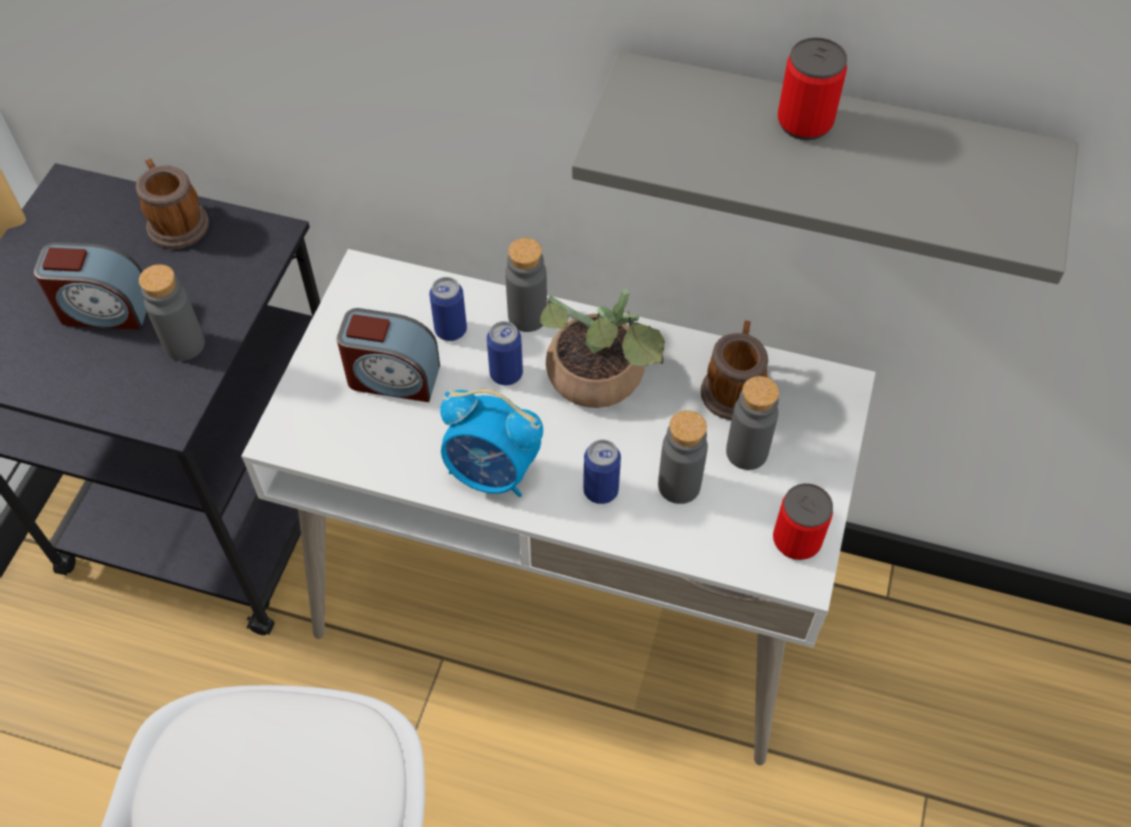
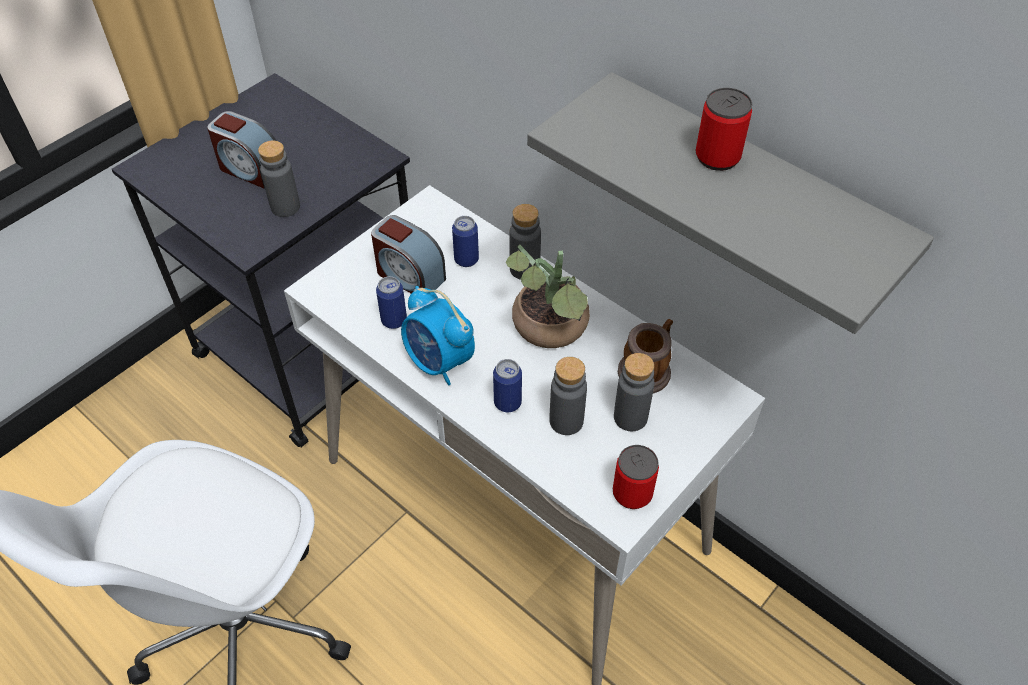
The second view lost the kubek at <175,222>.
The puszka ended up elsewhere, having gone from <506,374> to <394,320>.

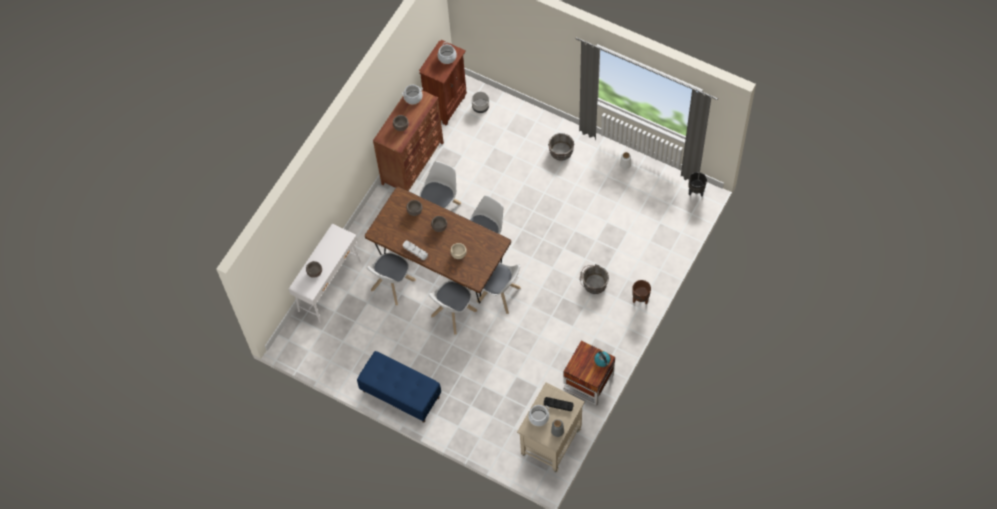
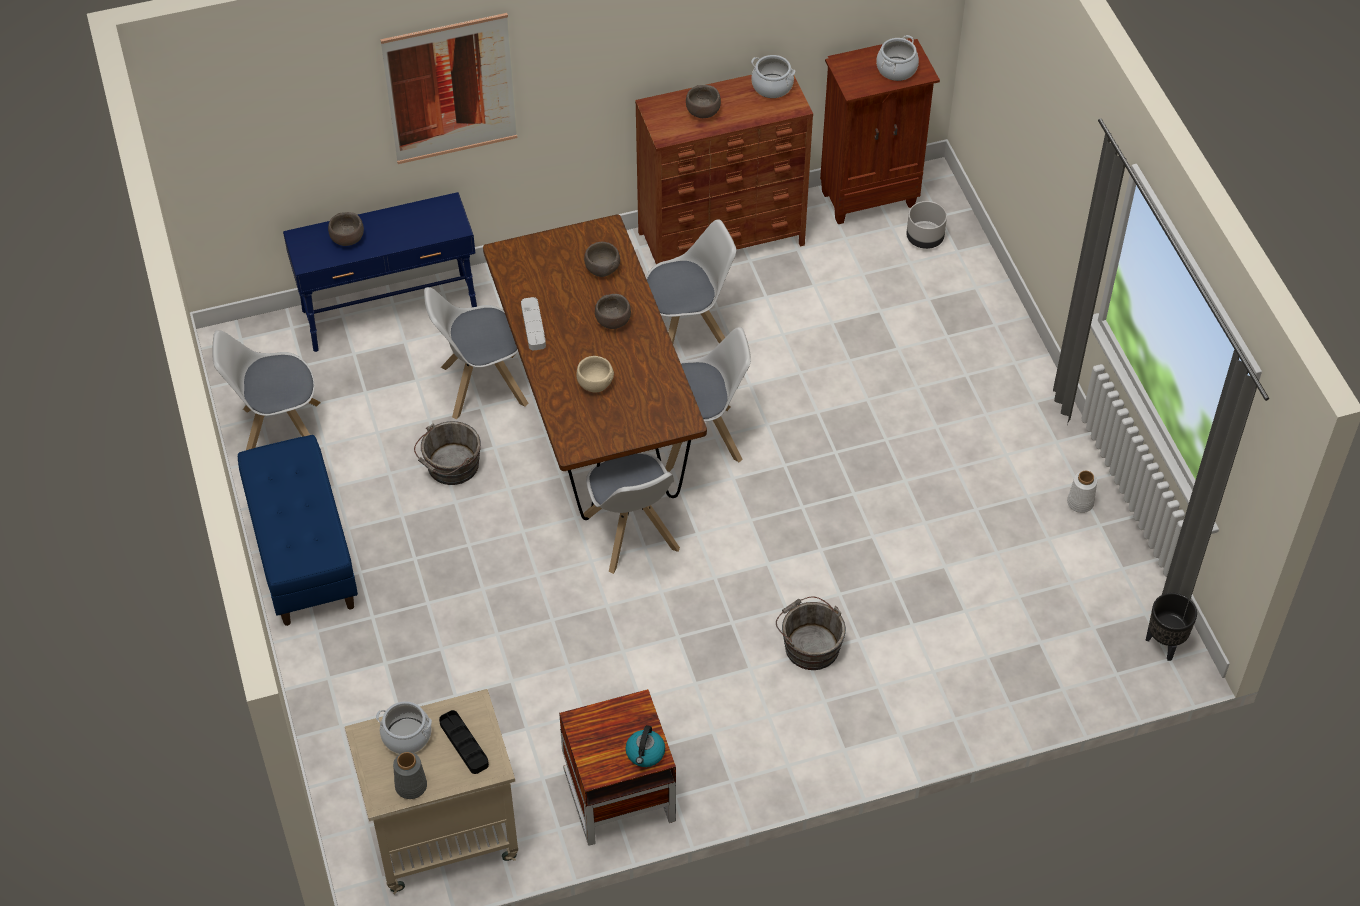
The second view lost the donica/brązowy at <640,299>.
The second view gained the obraz at <450,88>.
The krzesło ended up elsewhere, having gone from <453,314> to <278,432>.
The wiadro/szary ended up elsewhere, having gone from <561,152> to <450,466>.
What was the stolik konsolowy/biały at <330,286> turned into the stolik konsolowy/niebieski at <390,313>.

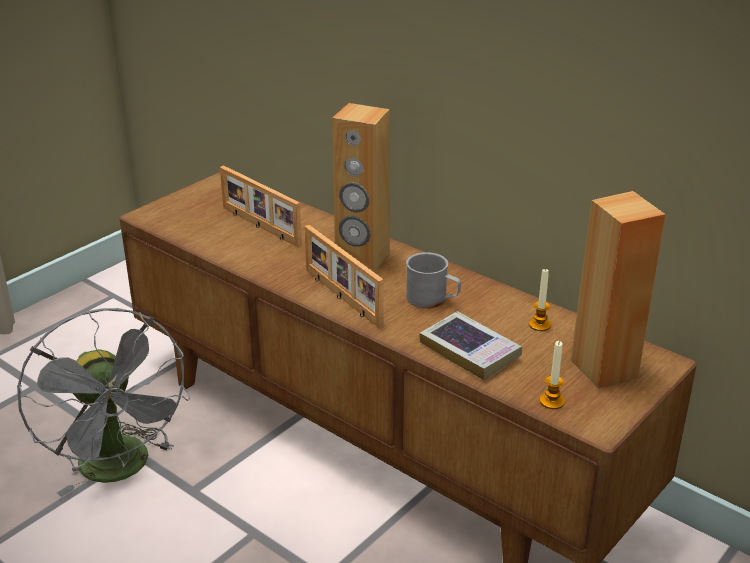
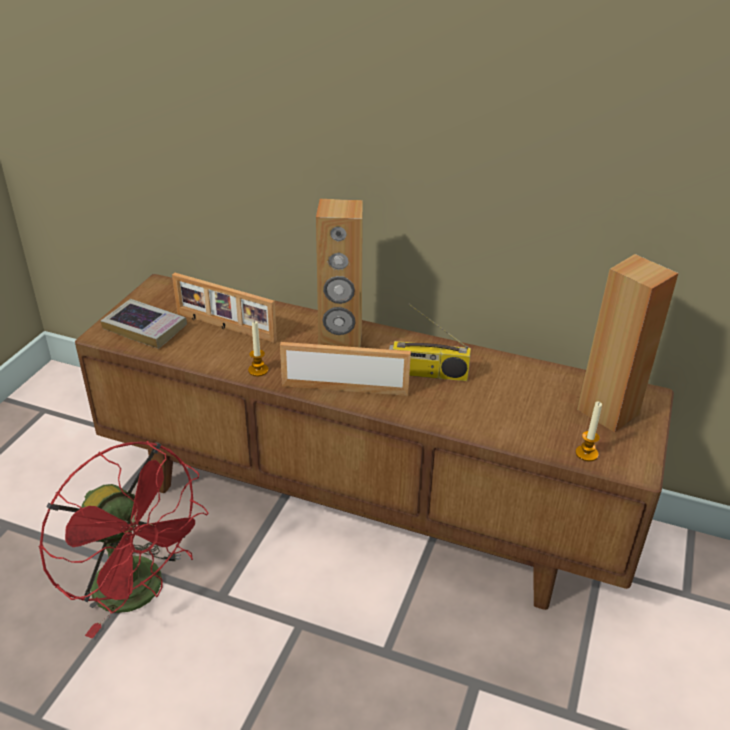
The książka ended up elsewhere, having gone from <470,351> to <145,328>.
The świeca ended up elsewhere, having gone from <539,325> to <258,370>.
Where the kubek/szary stood at <432,299>, the radio came to stand at <427,373>.
What was the wentylator/szary at <121,470> turned into the wentylator/czerwony at <140,593>.
The ramka na zdjęcie at <341,297> ended up facing another way, 150 degrees clockwise from before.

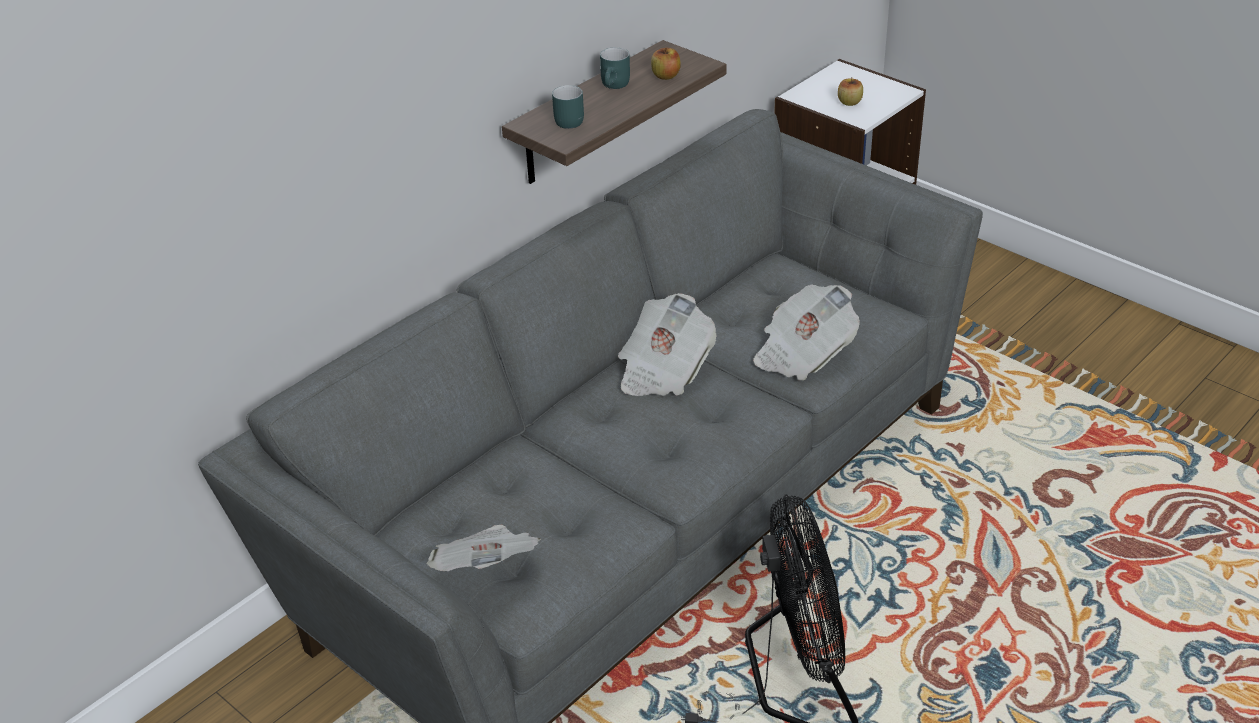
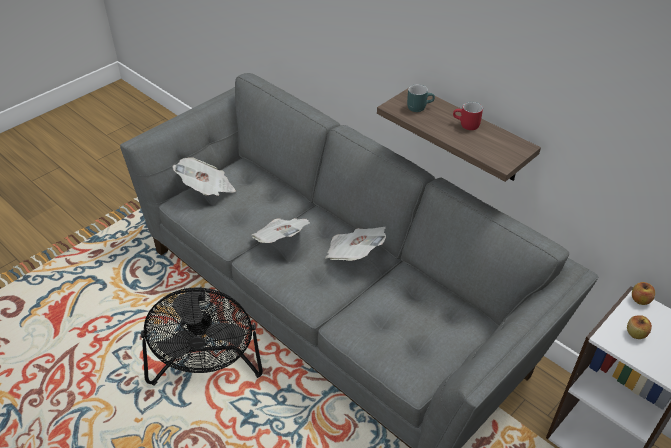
The jabłko ended up elsewhere, having gone from <666,76> to <640,300>.
The gazeta ended up elsewhere, having gone from <803,354> to <280,240>.
What was the kubek/turkusowy at <616,86> turned into the kubek/czerwony at <466,125>.

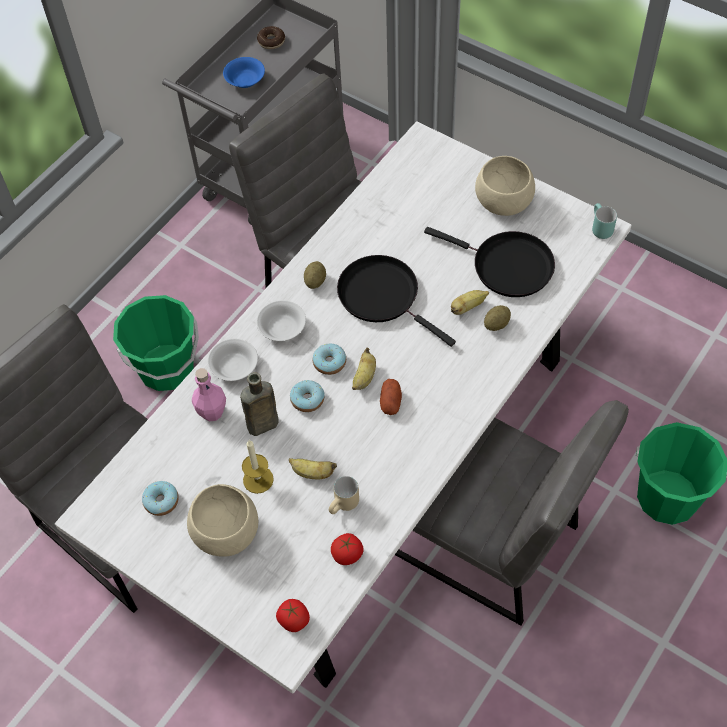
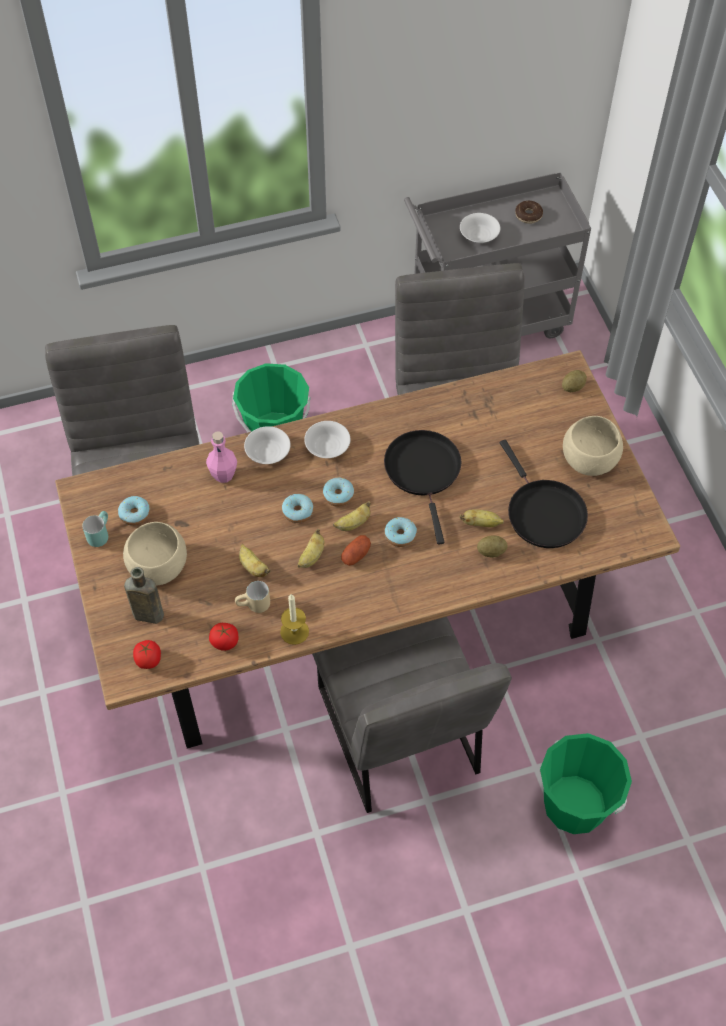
The second view gained the banan at <311,556>.
The second view gained the donut at <400,535>.
The butelka/brązowy ended up elsewhere, having gone from <260,426> to <146,614>.
The świeca ended up elsewhere, having gone from <258,479> to <294,631>.
The ziemniak ended up elsewhere, having gone from <315,281> to <572,387>.
The kubek/turkusowy ended up elsewhere, having gone from <599,228> to <99,534>.
What was the stół jadalny/biały at <369,461> turned into the stół jadalny/brązowy at <363,607>.
What was the miska/niebieski at <245,80> turned into the miska/biały at <479,235>.

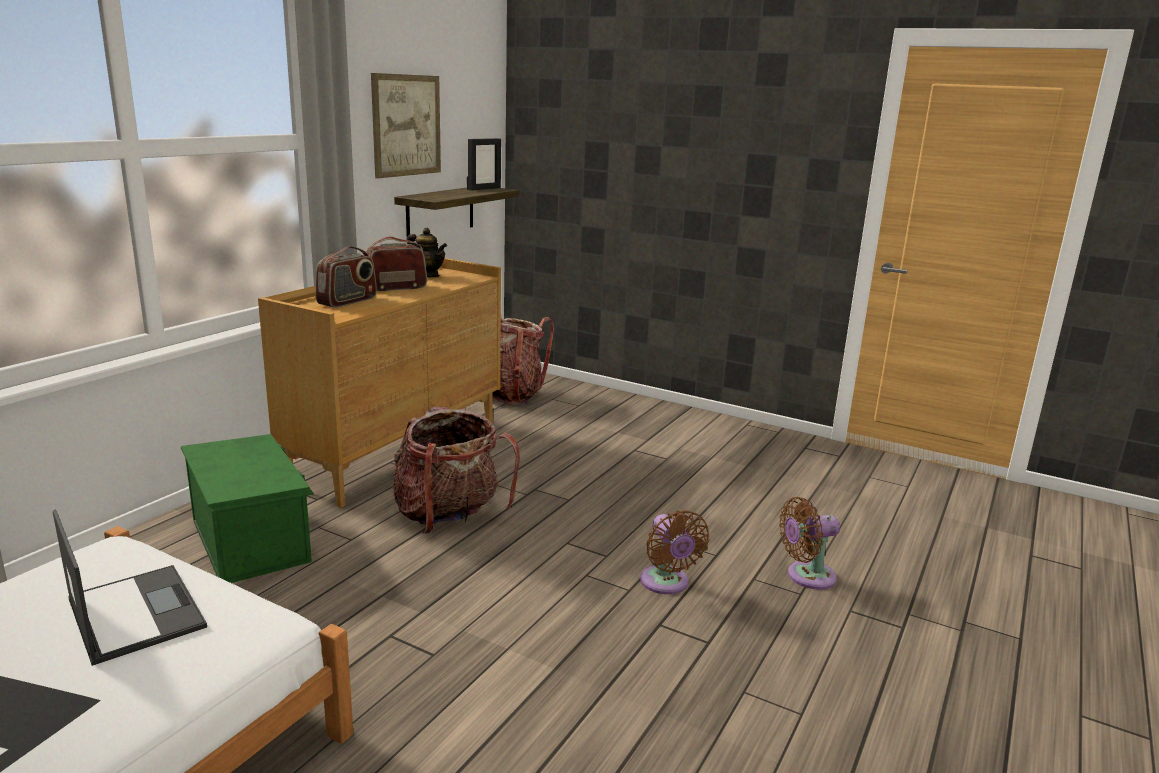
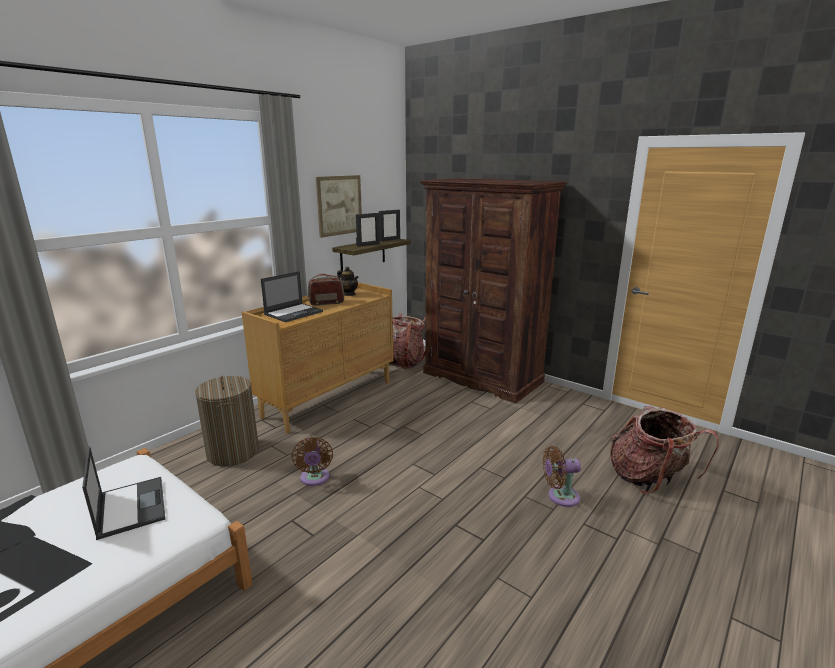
The second view gained the ramka na zdjęcie at <368,245>.
The second view gained the szafa/brązowy at <482,377>.
The plecak ended up elsewhere, having gone from <449,516> to <649,479>.
The wentylator/brązowy ended up elsewhere, having gone from <666,584> to <314,479>.
Where the pojemnik do przechowywania/zielony stood at <252,540>, the kosz na pranie came to stand at <233,452>.
Where the radio stood at <347,301>, the laptop came to stand at <294,313>.

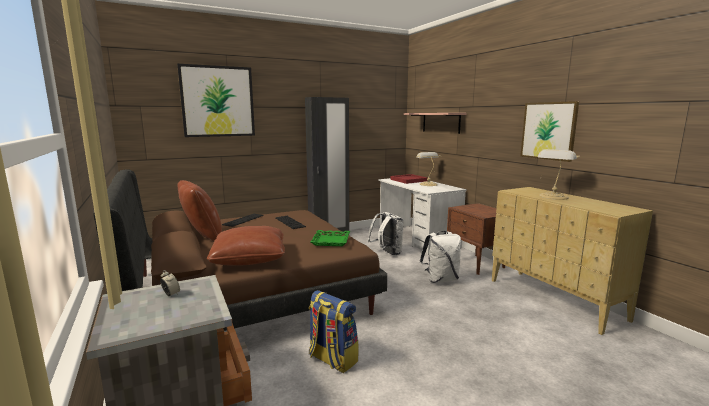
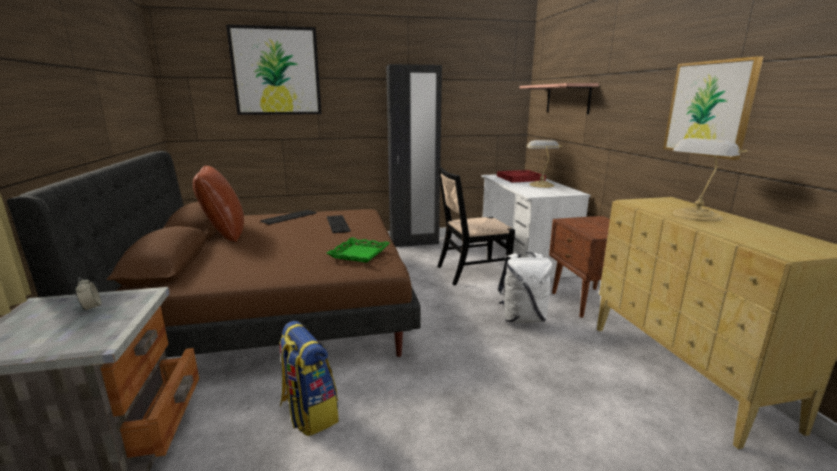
The second view lost the poduszka/brązowy at <249,258>.
Where the plecak/biały stood at <387,253>, the krzesło came to stand at <472,272>.

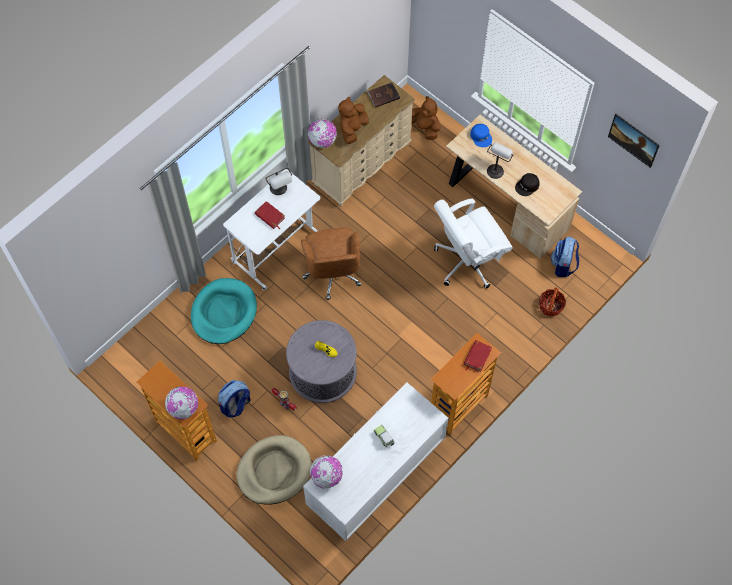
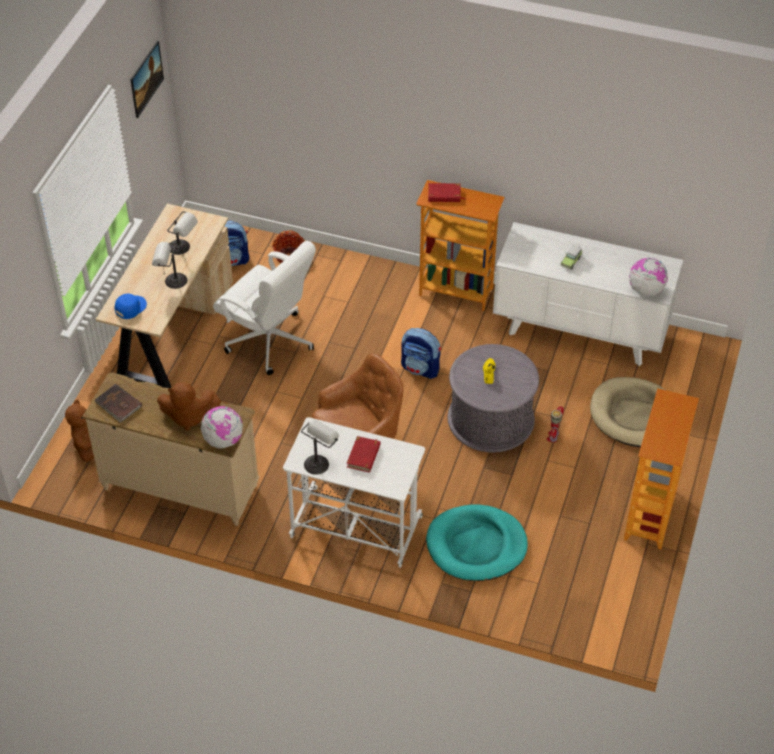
The second view lost the globus at <184,408>.
The plecak ended up elsewhere, having gone from <235,405> to <421,368>.
Where the czapka z daszkiem/czarny stood at <527,186>, the lampa stołowa came to stand at <183,248>.

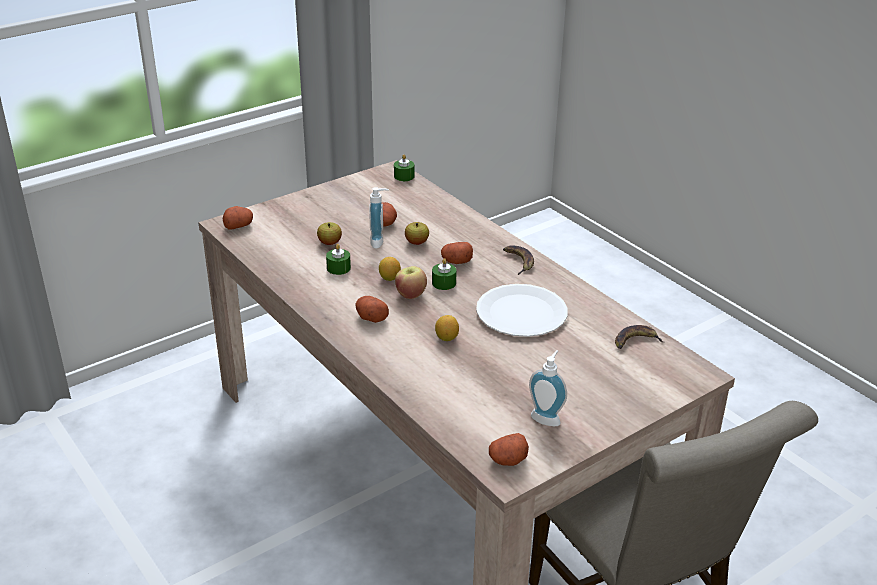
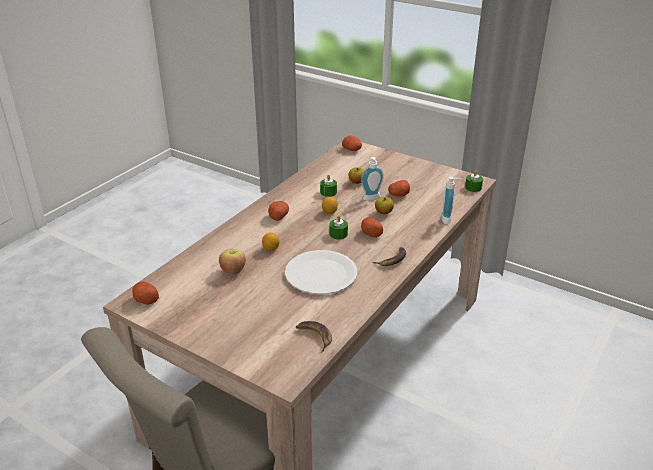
The jabłko ended up elsewhere, having gone from <410,294> to <233,270>.
The dozownik mydła ended up elsewhere, having gone from <547,417> to <448,219>.

